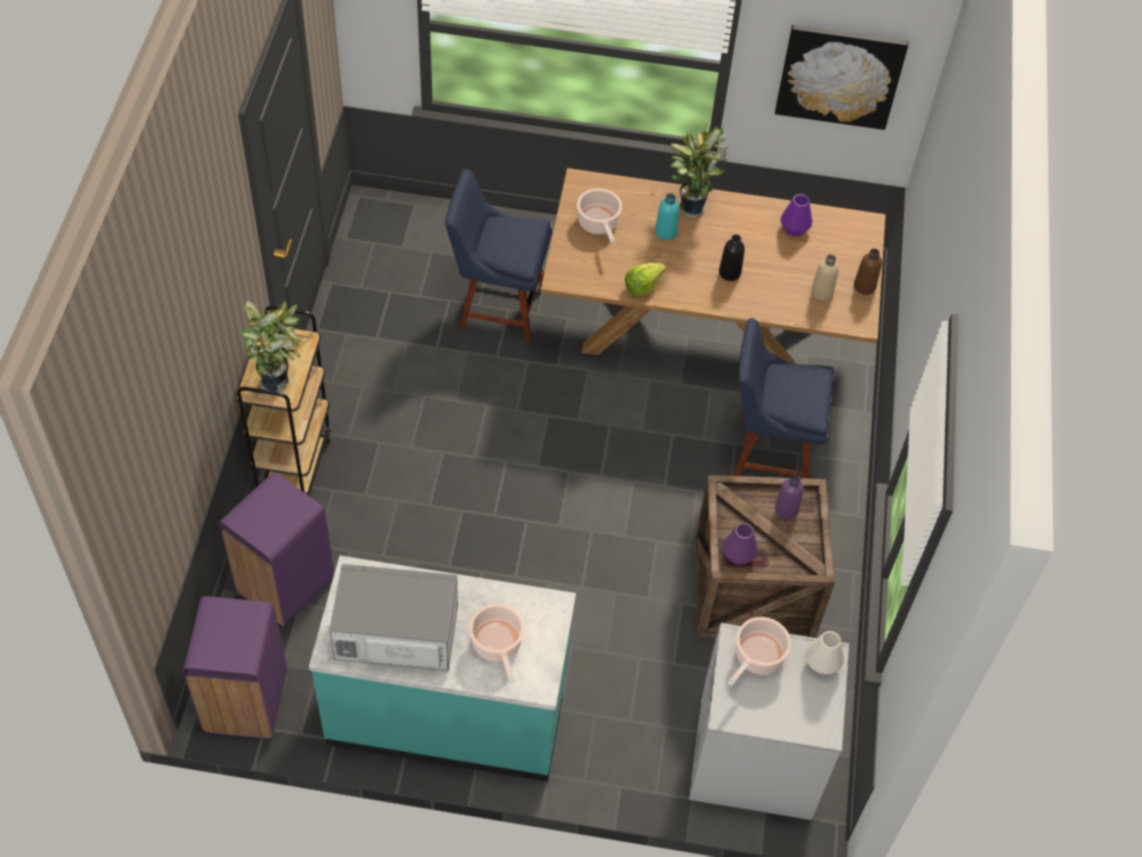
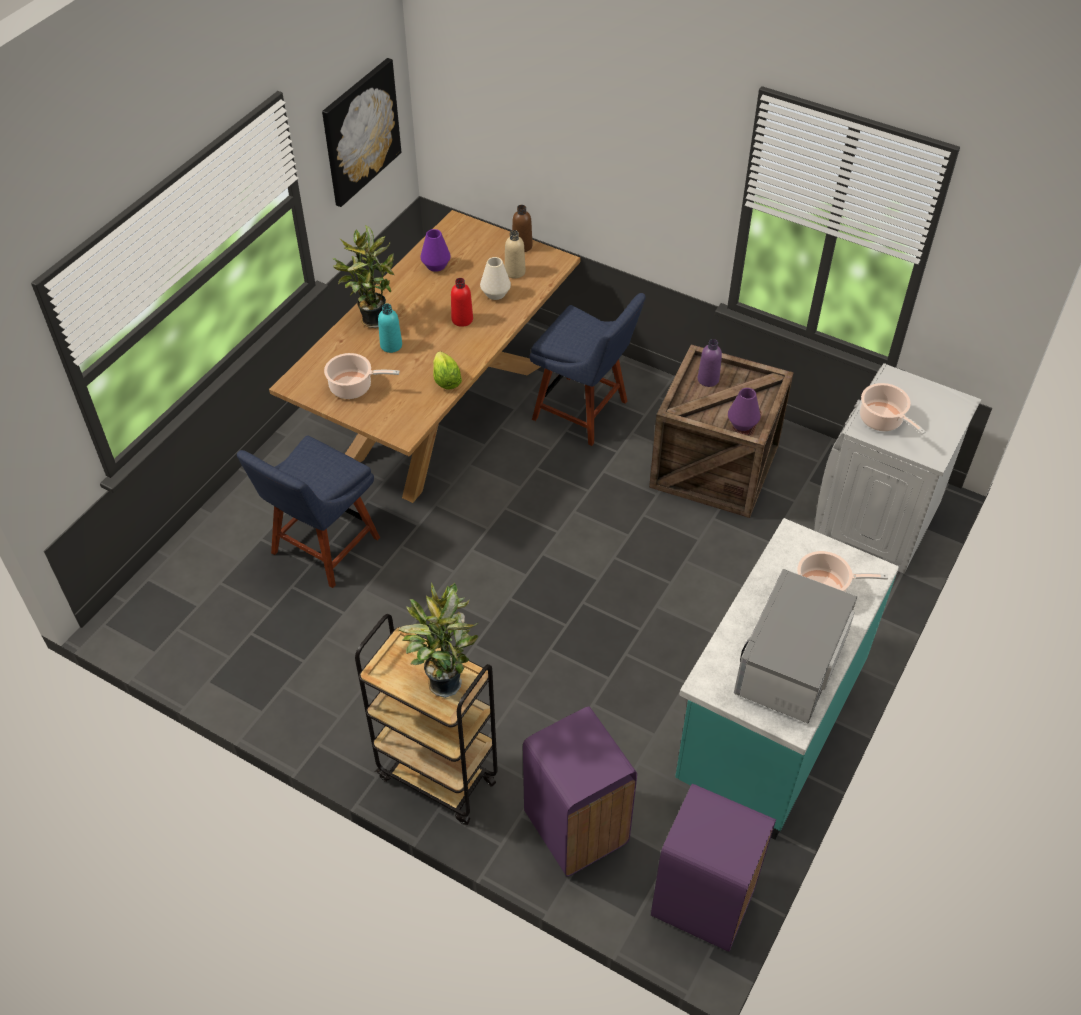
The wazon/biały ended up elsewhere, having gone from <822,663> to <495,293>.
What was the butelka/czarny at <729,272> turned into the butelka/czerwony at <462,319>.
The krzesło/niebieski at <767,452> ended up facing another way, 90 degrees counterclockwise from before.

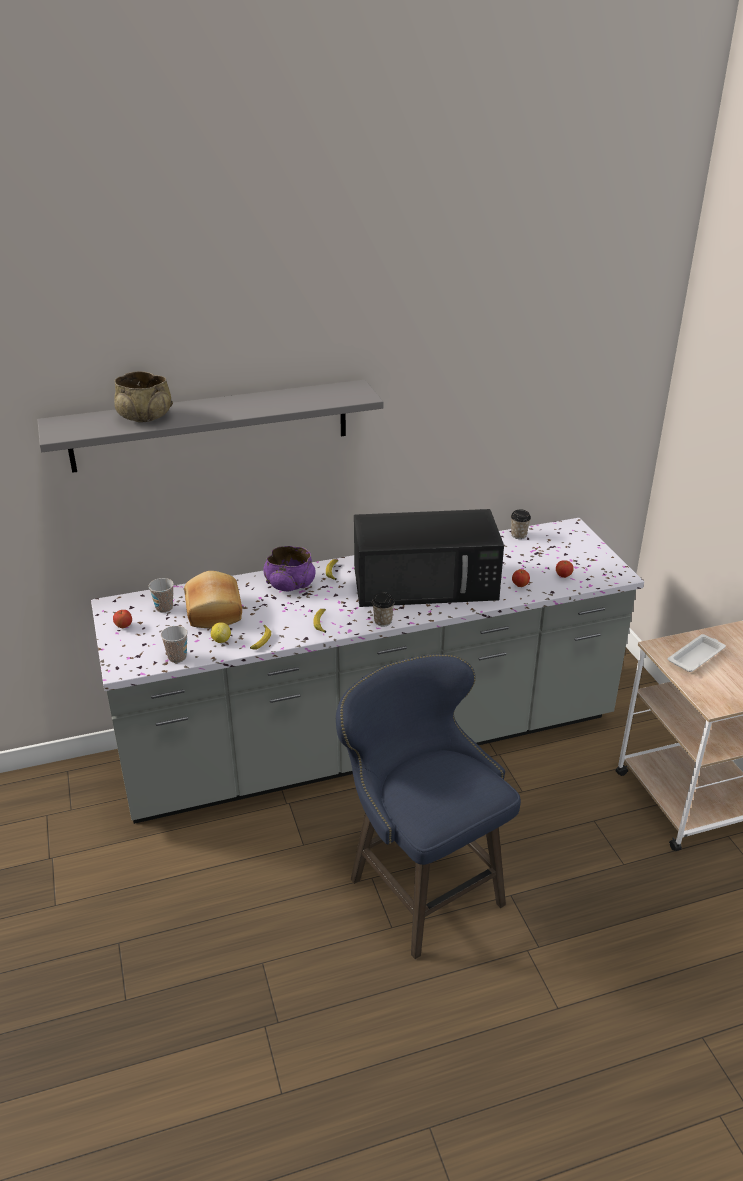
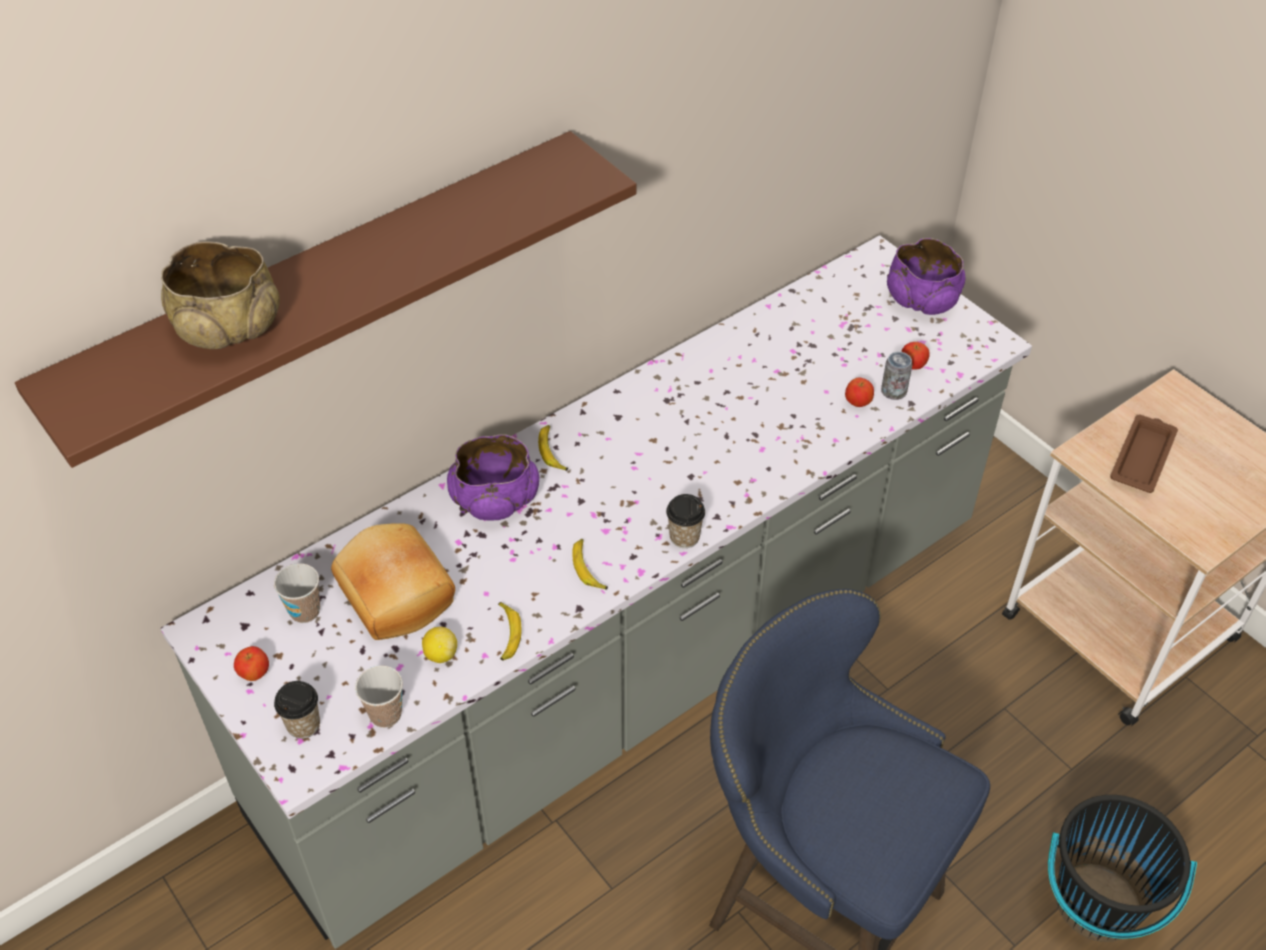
The second view lost the mikrofalówka/czarny at <427,583>.
The second view gained the puszka at <893,391>.
The second view gained the miska/fioletowy at <922,299>.
The second view gained the wiadro/czarny at <1096,904>.
The filiżanka ended up elsewhere, having gone from <519,535> to <303,725>.
What was the półka/szary at <211,425> turned into the półka/brązowy at <325,288>.
What was the taca/biały at <696,656> turned into the taca/brązowy at <1142,457>.

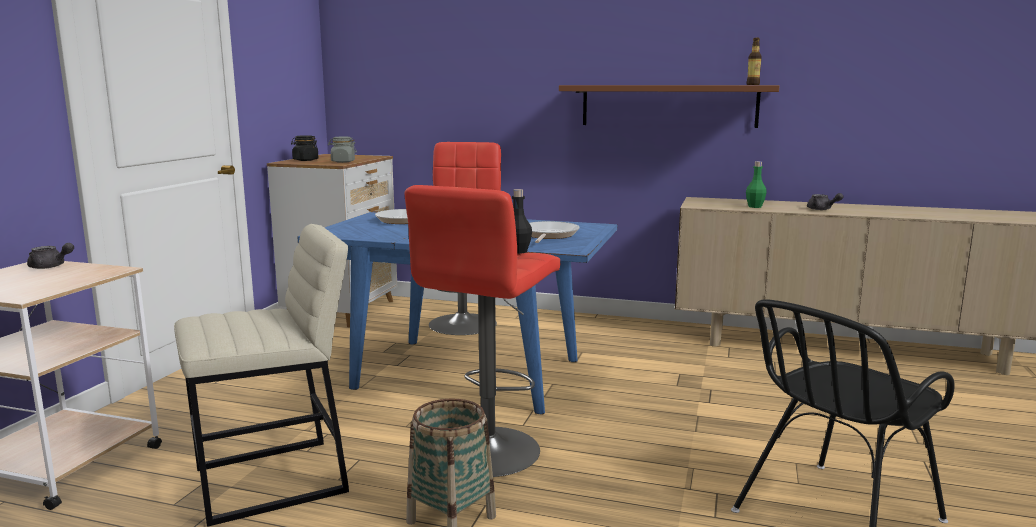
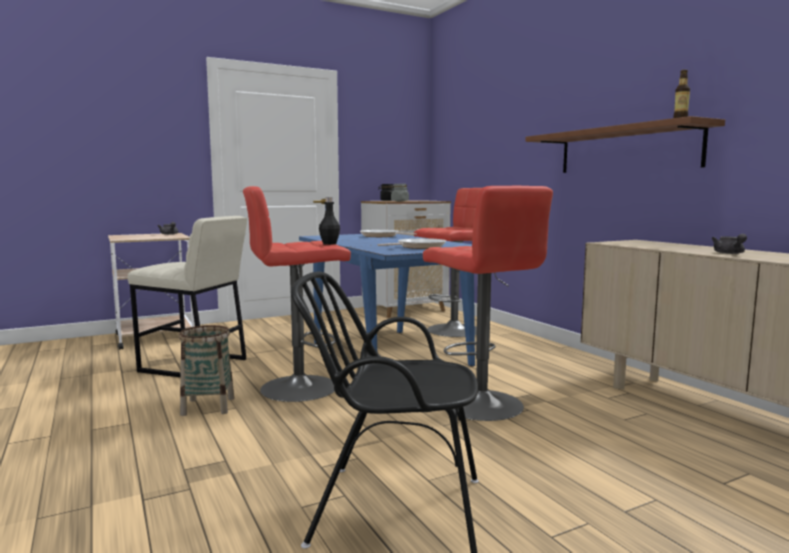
The second view lost the butelka/zielony at <755,206>.
The second view gained the stołek/czerwony at <481,405>.

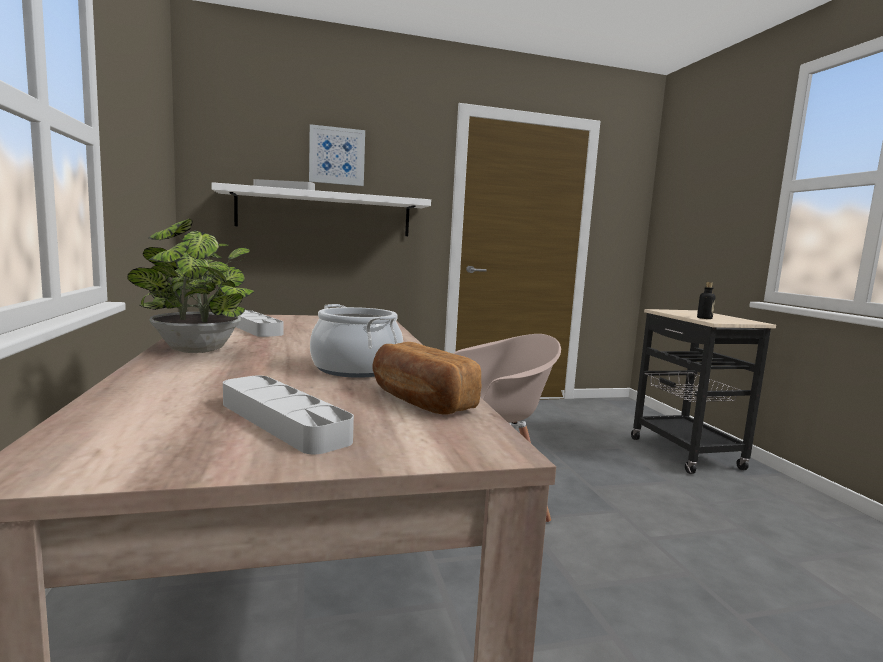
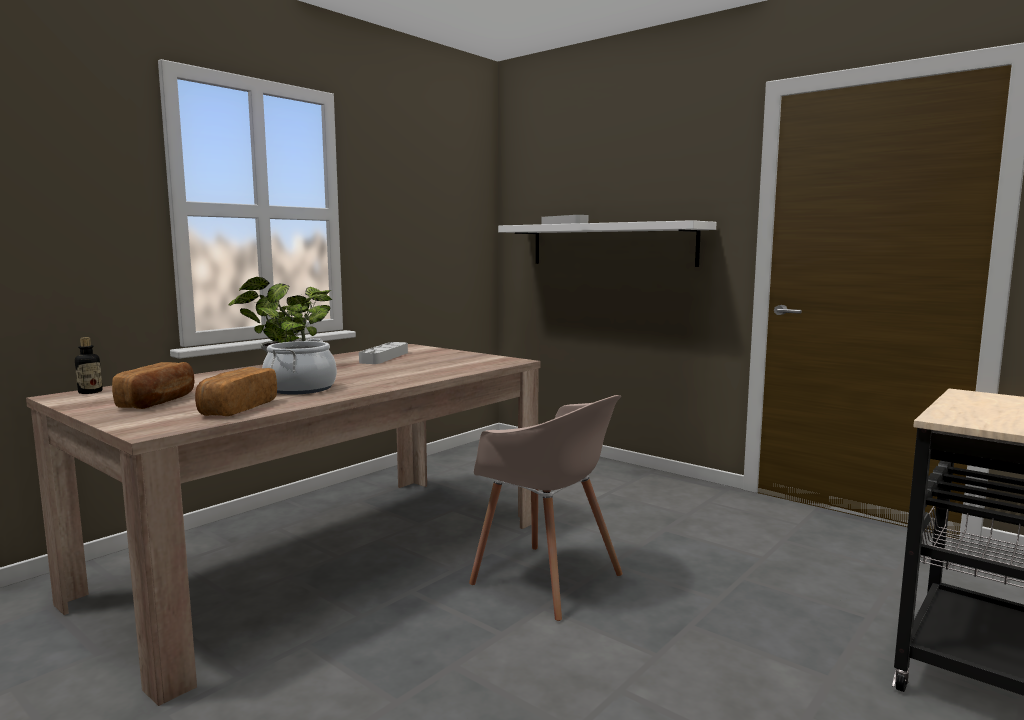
The second view lost the obraz at <337,156>.
The butelka ended up elsewhere, having gone from <704,318> to <90,392>.
Where the taca/szary stood at <282,421>, the chleb came to stand at <159,401>.

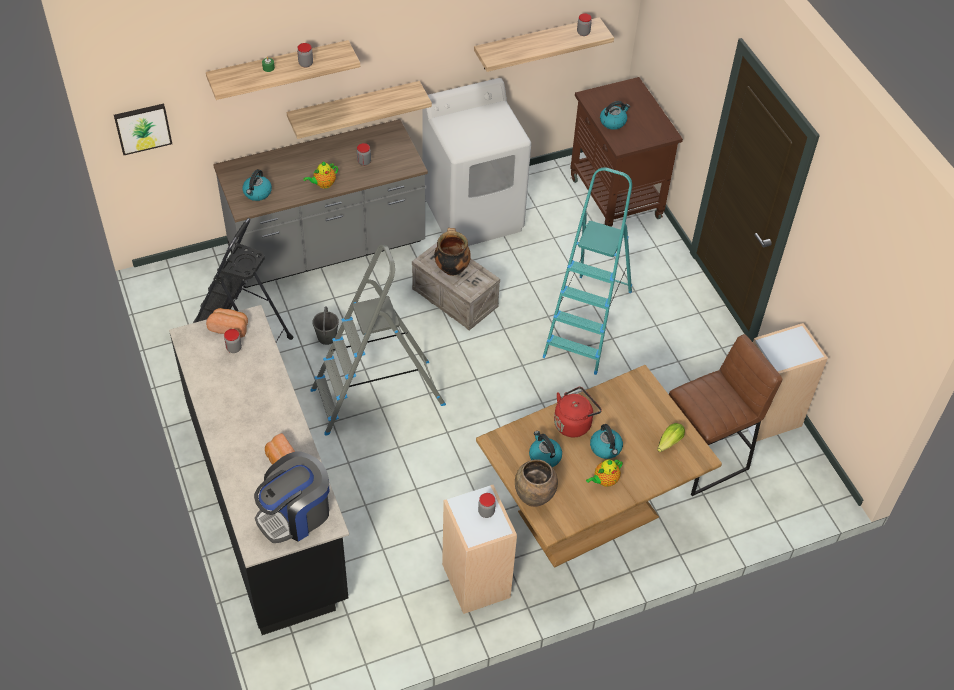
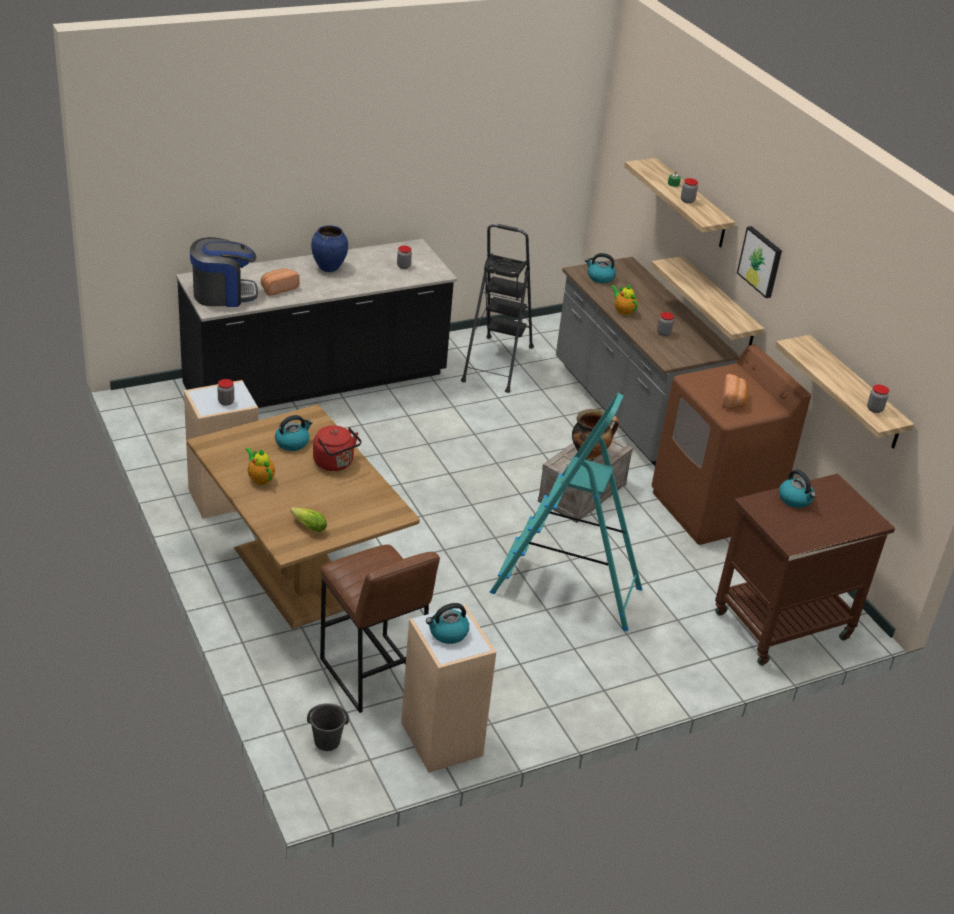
The second view lost the drabinka/szary at <377,397>.
The second view lost the wazon/brązowy at <533,497>.
The second view gained the wazon/niebieski at <328,268>.
The obraz ended up elsewhere, having gone from <142,128> to <761,261>.
The chleb ended up elsewhere, having gone from <229,327> to <733,400>.
The wiadro/szary ended up elsewhere, having gone from <327,337> to <327,741>.
The czajnik ended up elsewhere, having gone from <606,448> to <447,633>.
What was the pralka/biały at <473,214> turned into the pralka/brązowy at <713,509>.
The ekspres do kawy at <295,514> ended up facing another way, 120 degrees clockwise from before.

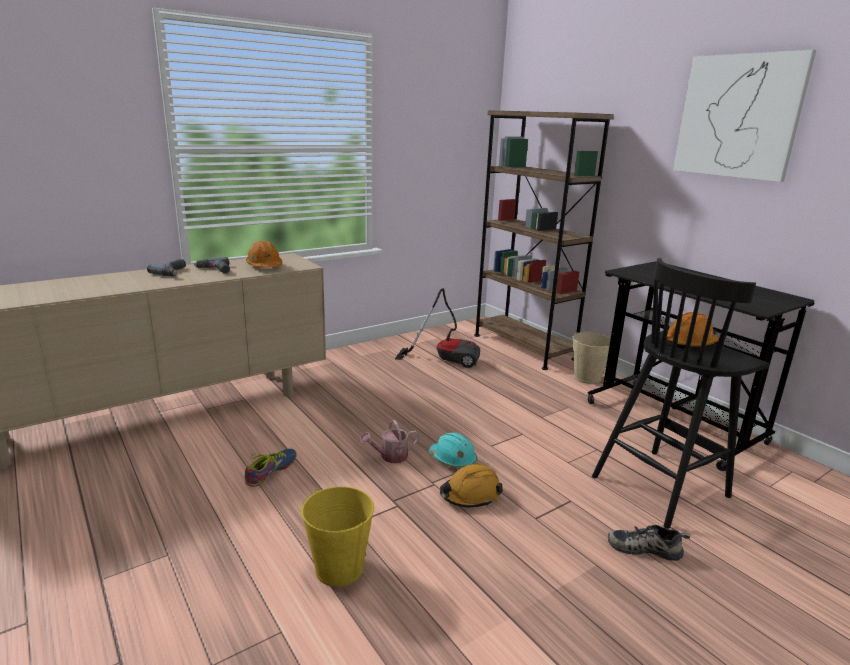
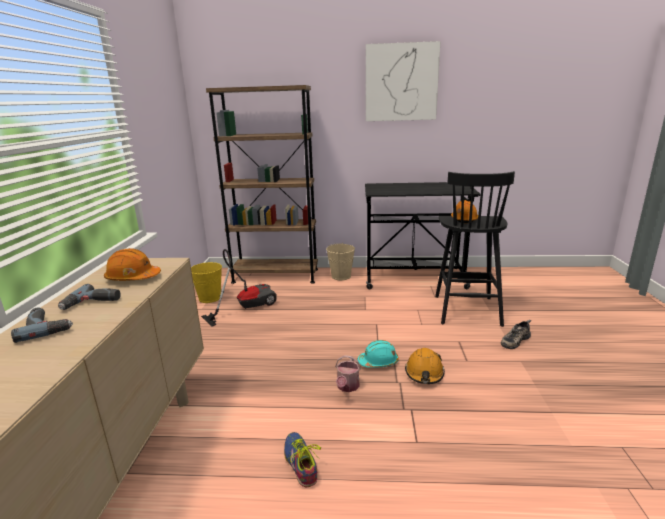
The wiadro/żółty ended up elsewhere, having gone from <339,568> to <209,298>.

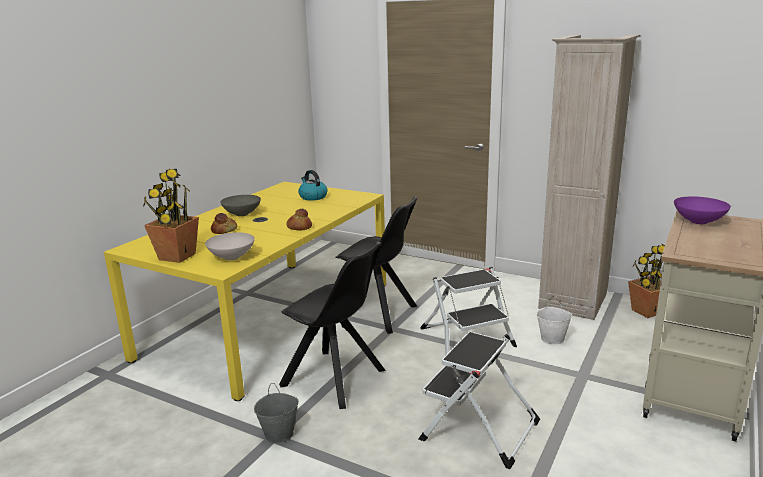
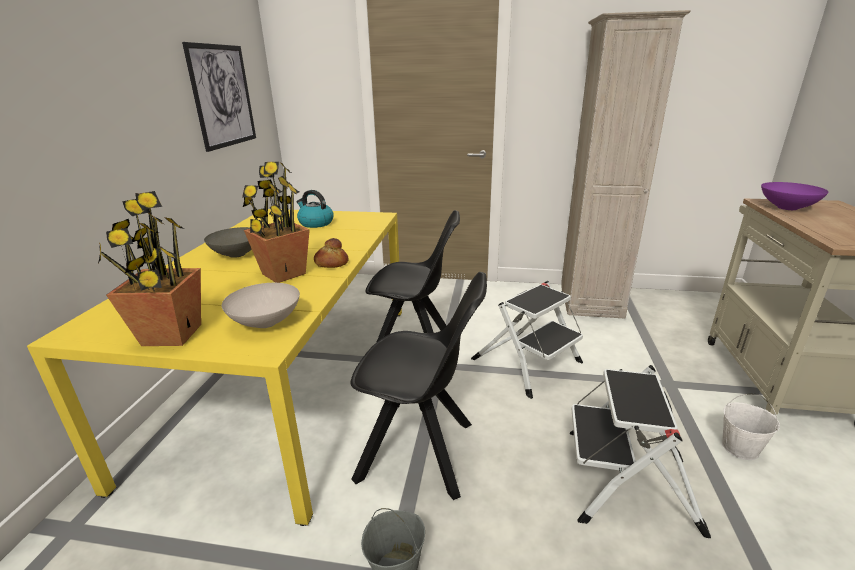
The second view lost the chleb at <224,230>.
The second view gained the obraz at <223,96>.
The wiadro/biały ended up elsewhere, having gone from <552,339> to <740,448>.
The roślina doniczkowa ended up elsewhere, having gone from <646,311> to <283,274>.

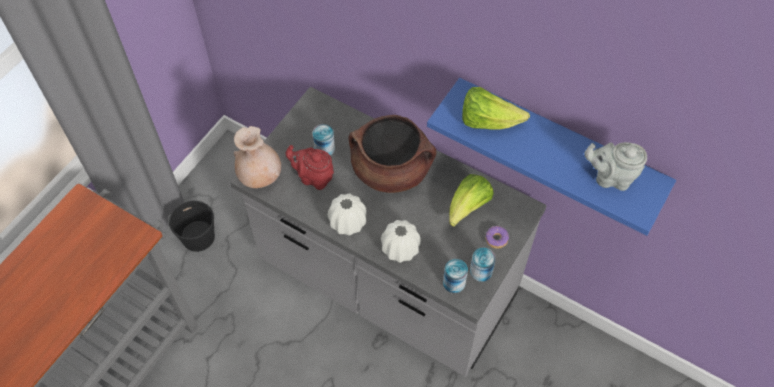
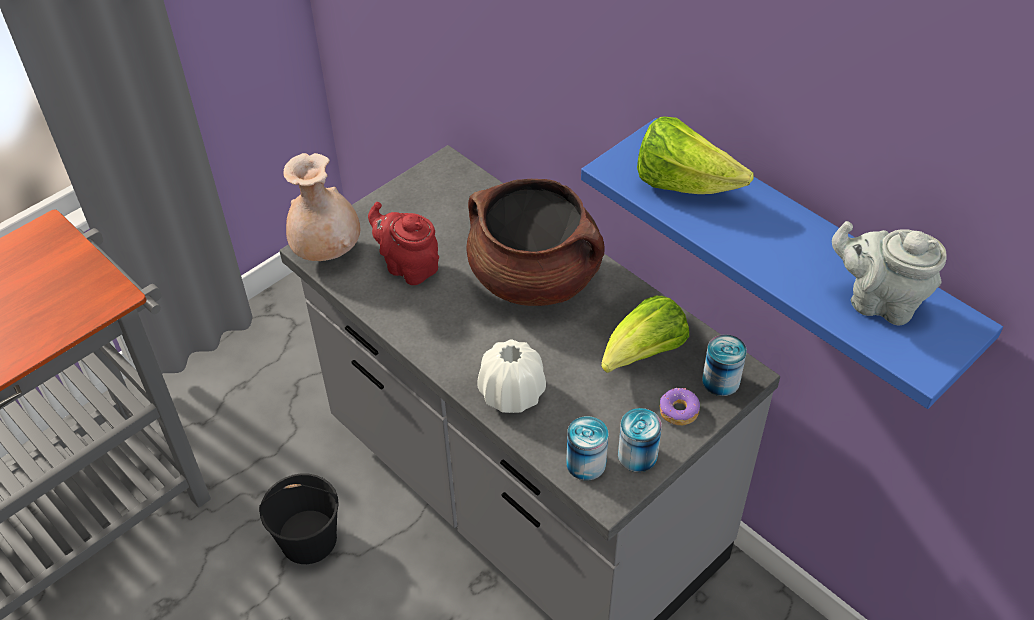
The second view lost the wazon/biały at <348,222>.
The wiadro/czarny ended up elsewhere, having gone from <198,237> to <307,539>.
The puszka ended up elsewhere, having gone from <324,148> to <720,381>.

